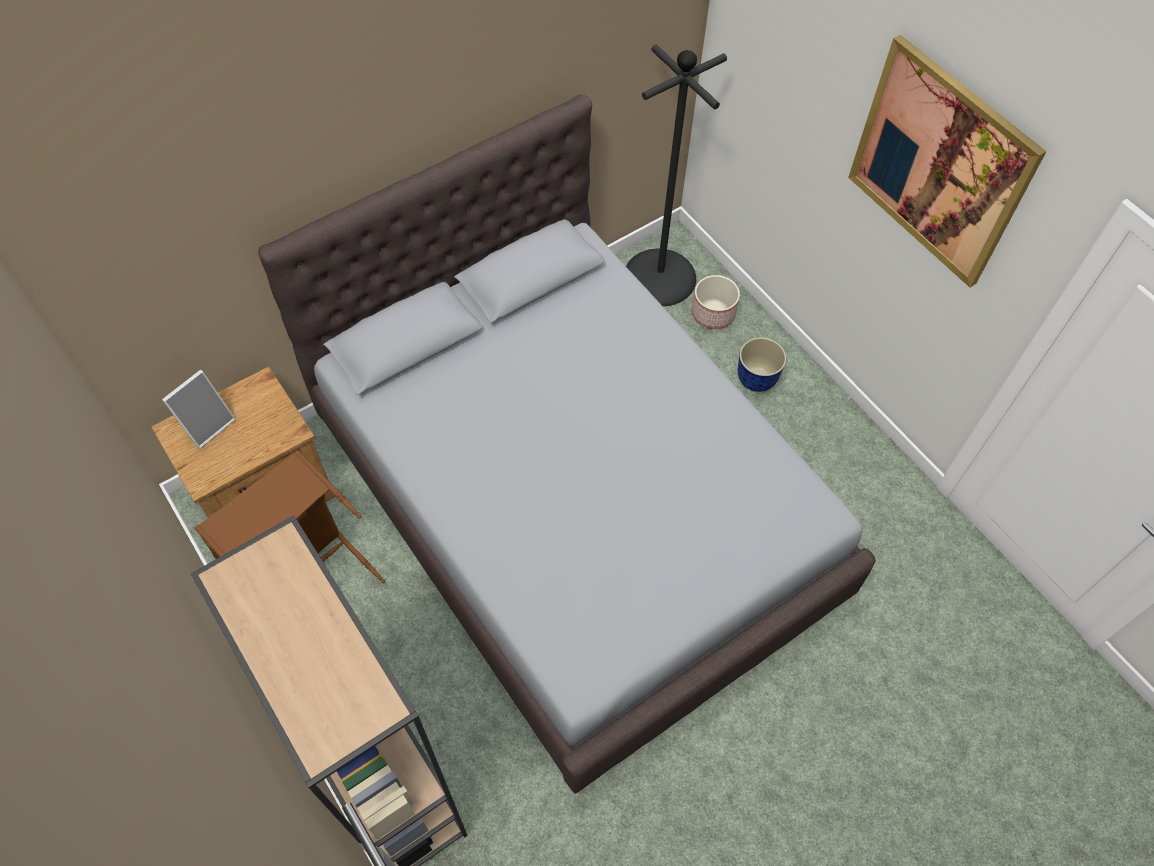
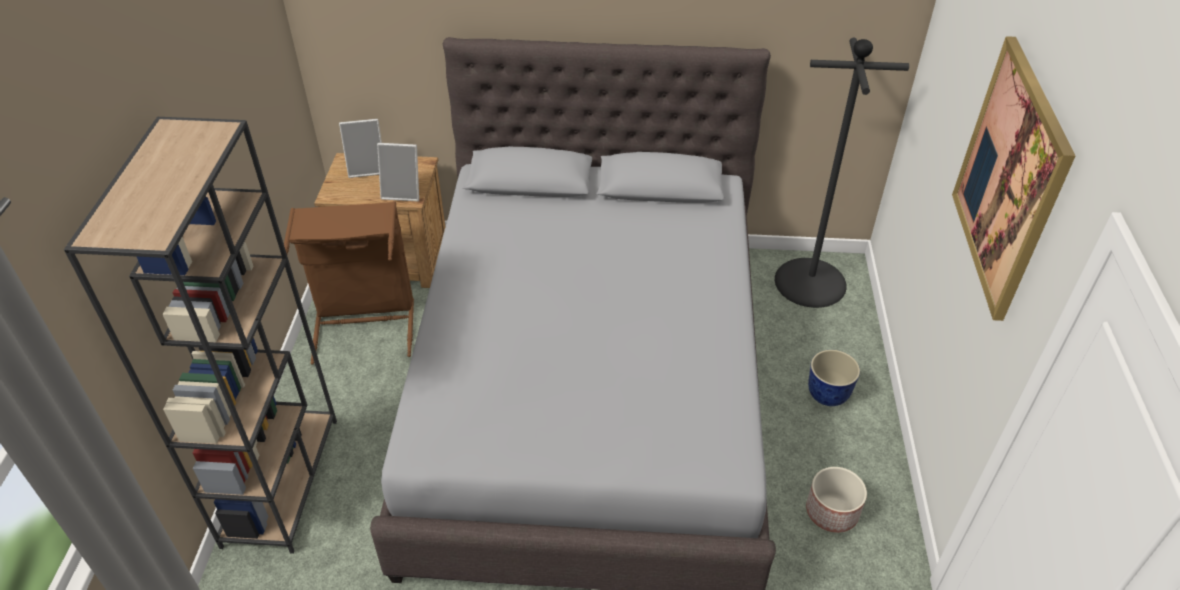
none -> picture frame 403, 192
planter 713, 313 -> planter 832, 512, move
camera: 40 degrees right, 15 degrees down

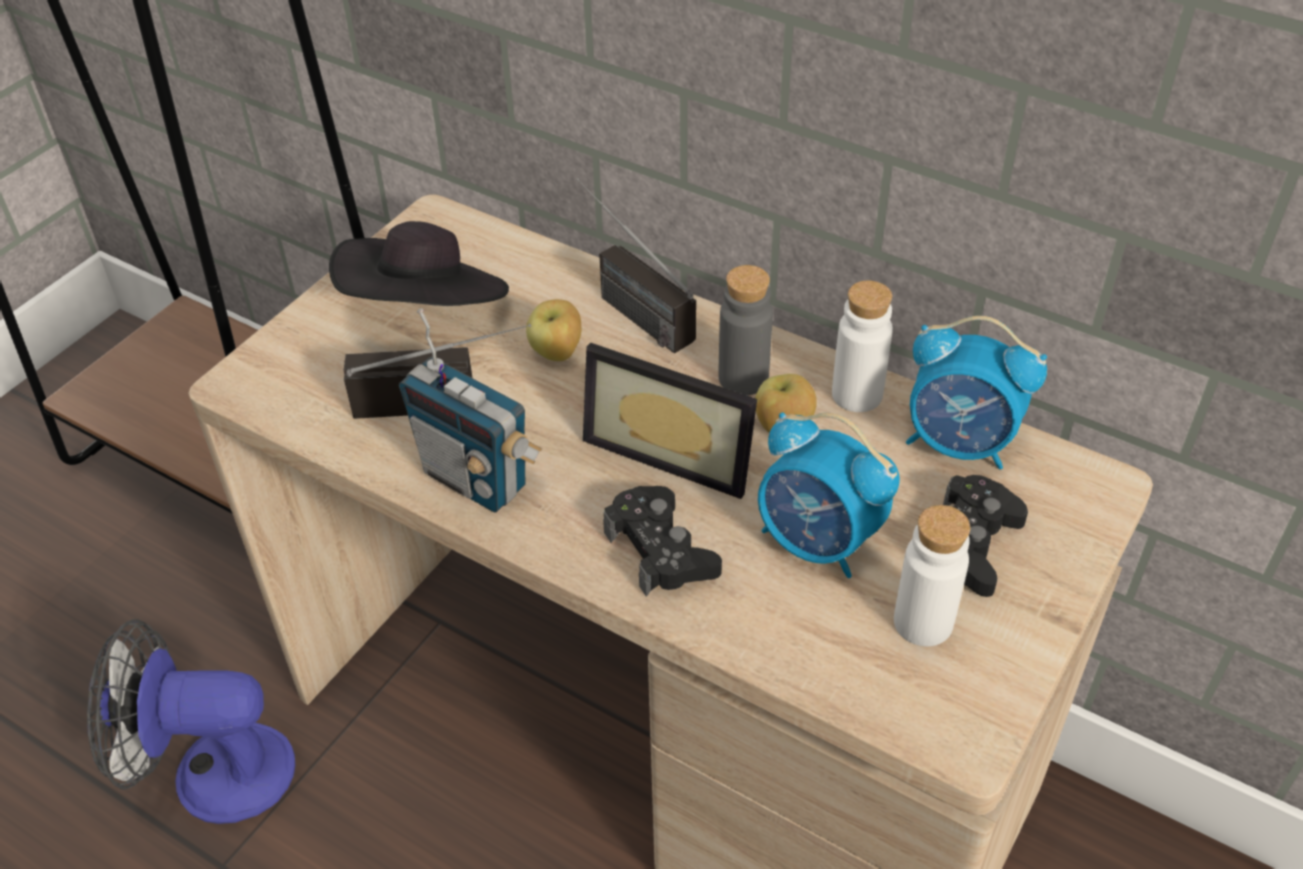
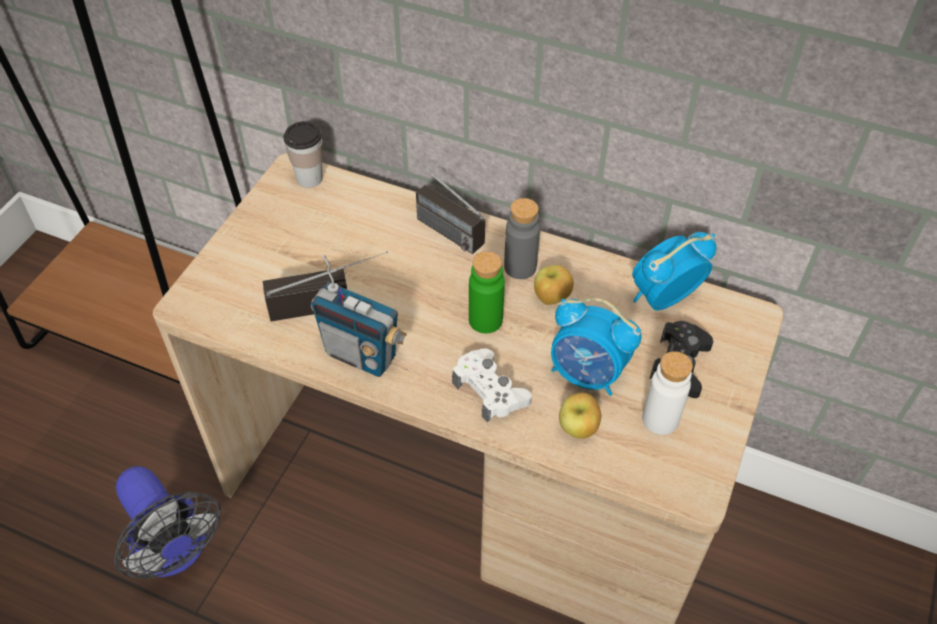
fan 212, 773 -> fan 175, 552, 120 degrees counterclockwise
none -> cup 309, 178
black game controller 661, 550 -> white game controller 490, 390
picture frame 674, 448 -> green bottle 485, 320
apple 557, 353 -> apple 578, 428, move
alarm clock 960, 444 -> alarm clock 663, 298, 135 degrees clockwise
black hat 426, 310 -> none
white bottle 857, 394 -> none
camera: 10 degrees left, 5 degrees up

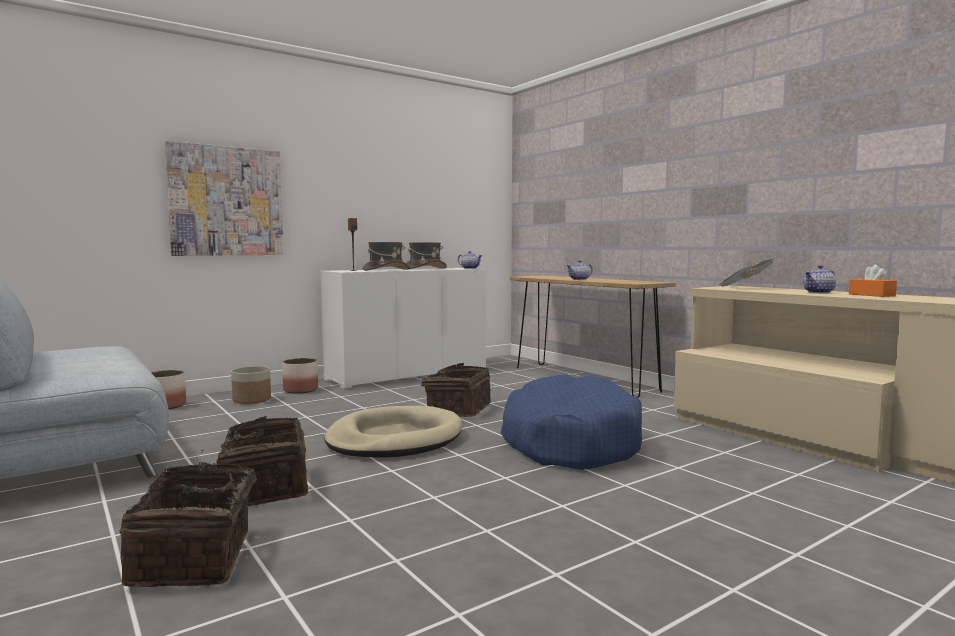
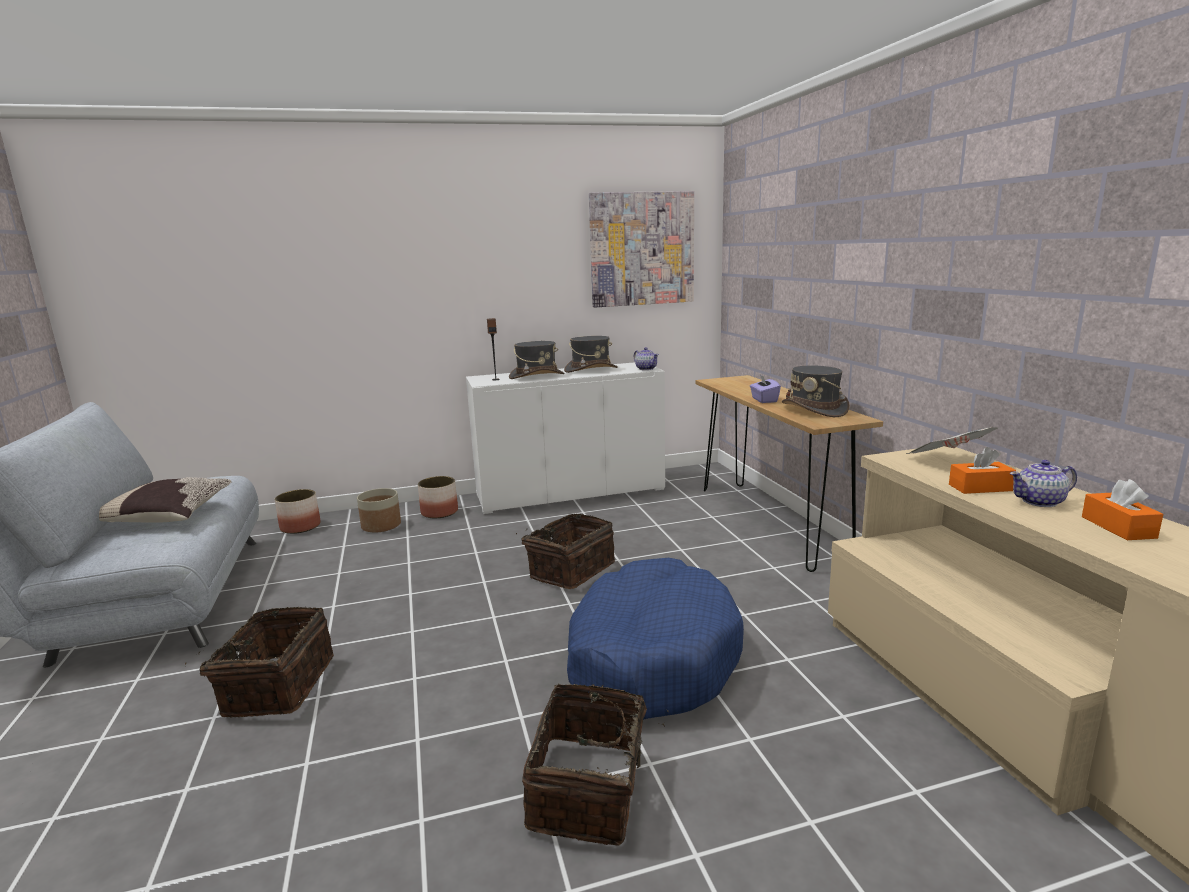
none -> pillow 167, 516
basket 197, 557 -> basket 589, 791, move
picture 226, 201 -> picture 642, 249, move
teapot 579, 279 -> purple tissue box 764, 400
none -> grey hat 814, 410
none -> orange tissue box 980, 488
beige dog bed 394, 439 -> none
camera: 20 degrees right, 10 degrees up

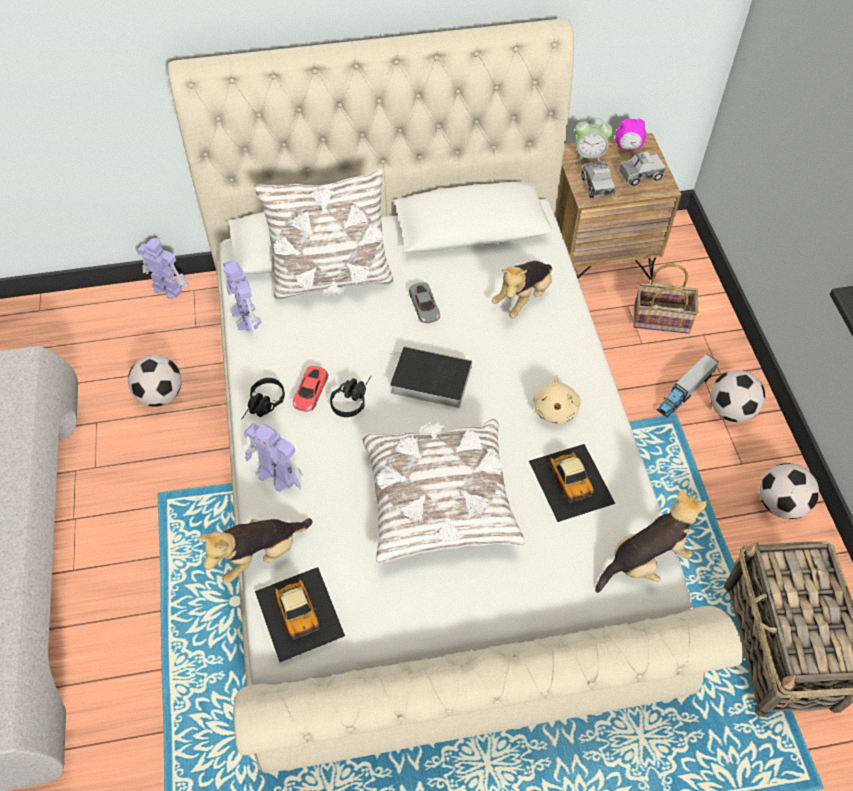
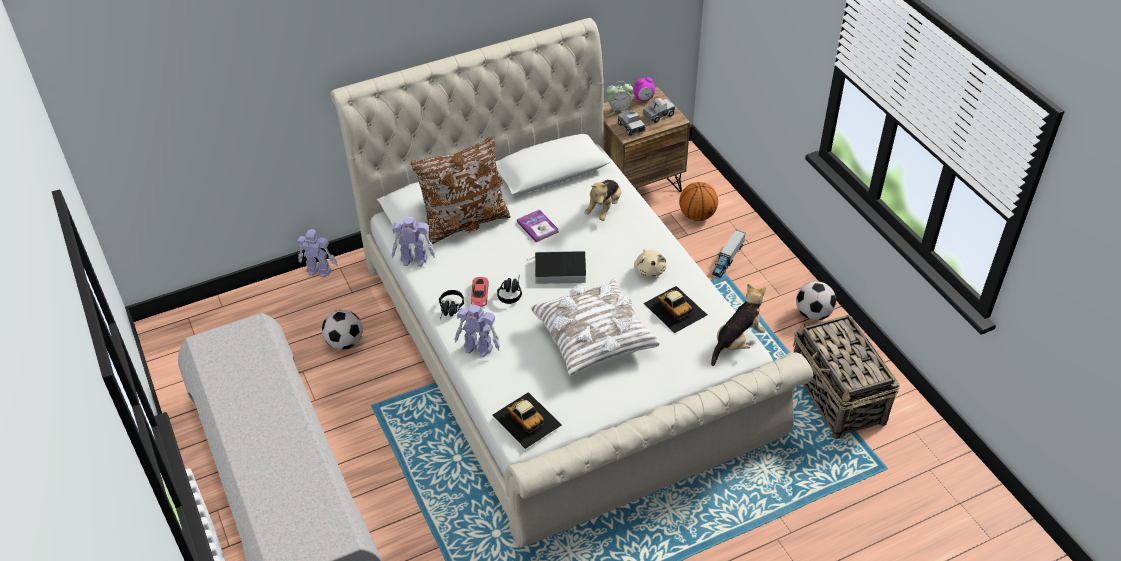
toy robot 246, 318 -> toy robot 414, 260, 45 degrees counterclockwise
white pillow 332, 279 -> brown pillow 465, 223
grey toy car 424, 306 -> book 537, 227
basket 662, 318 -> basketball 697, 216
plush toy 260, 555 -> none
football 730, 410 -> none
camera: 15 degrees left, 10 degrees down

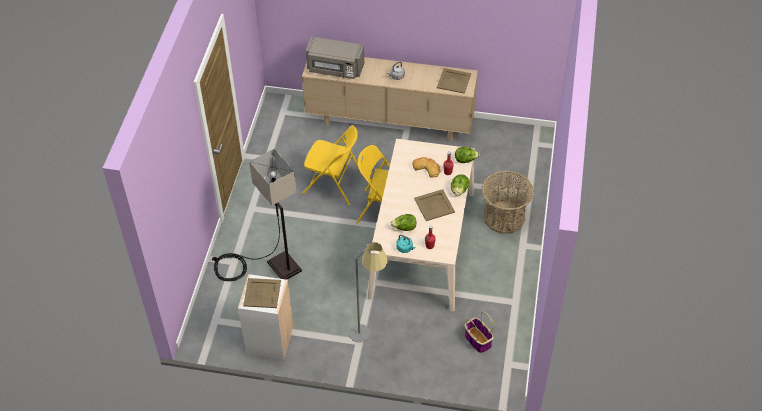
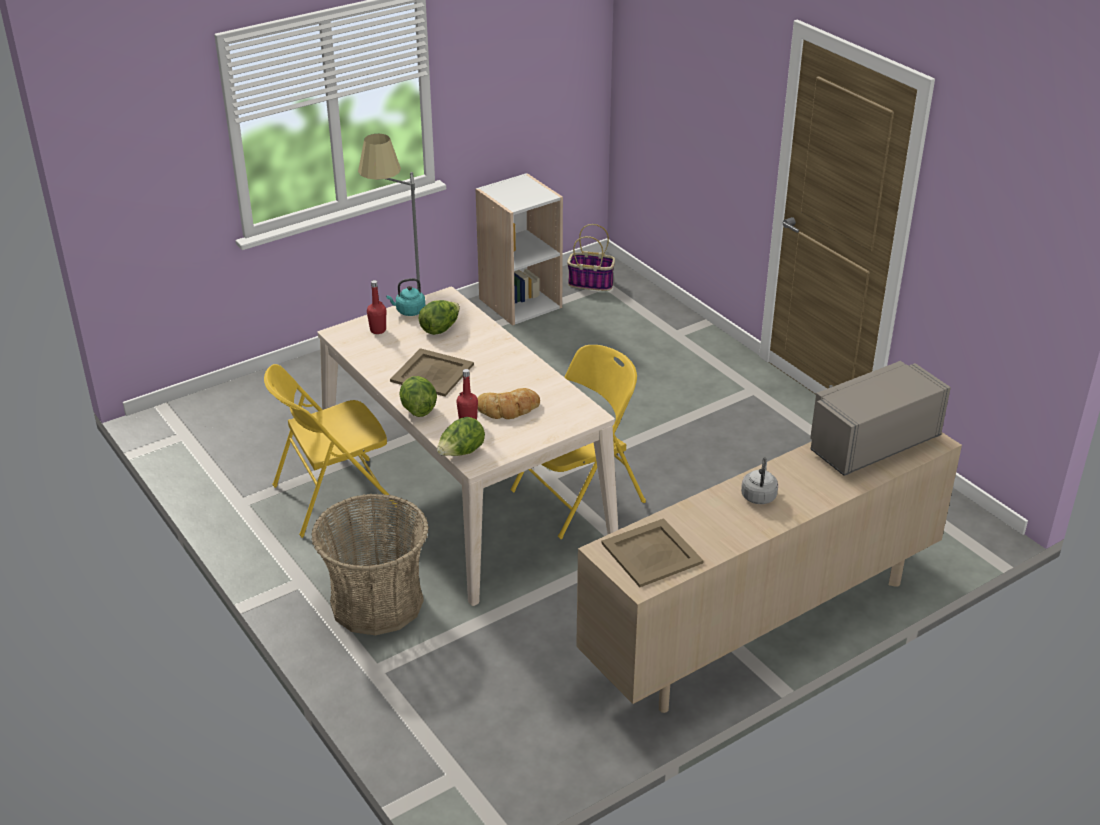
yellow chair 333, 184 -> yellow chair 335, 496, move
basket 477, 340 -> basket 591, 283, move
floor lamp 255, 267 -> none
beige tray 262, 293 -> none
camera: 135 degrees right, 15 degrees down

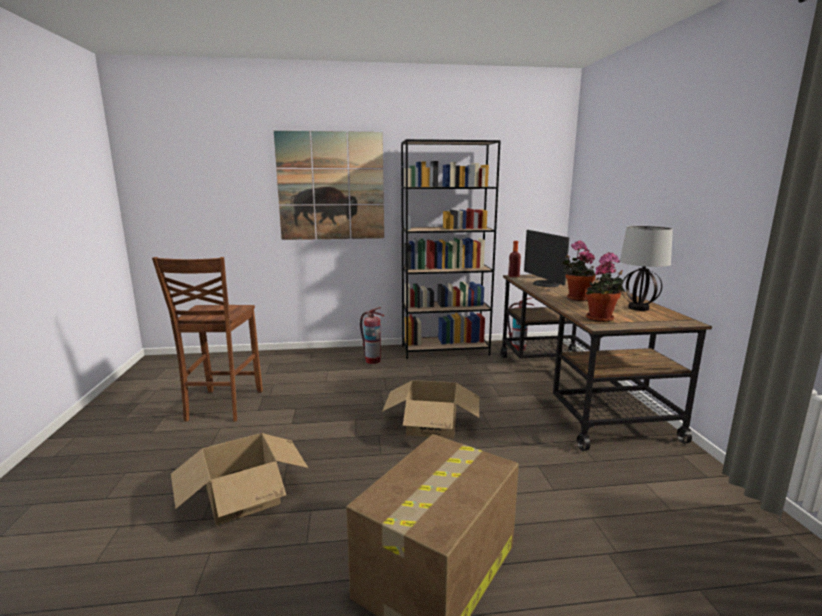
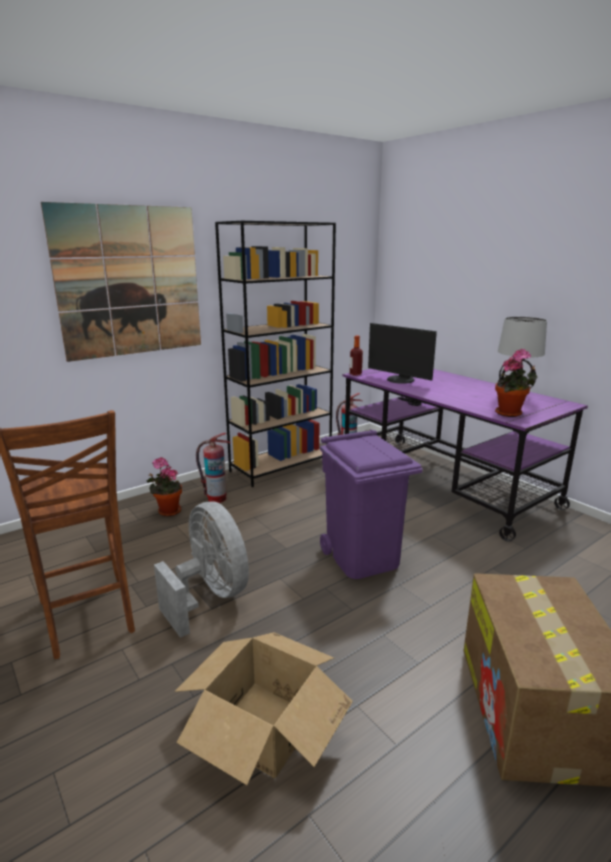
potted plant 576, 298 -> potted plant 167, 511, move
none -> grey fan 210, 596
cardboard box 432, 425 -> purple trash can 363, 557
brown desk 576, 391 -> purple desk 442, 483
camera: 30 degrees left, 5 degrees up

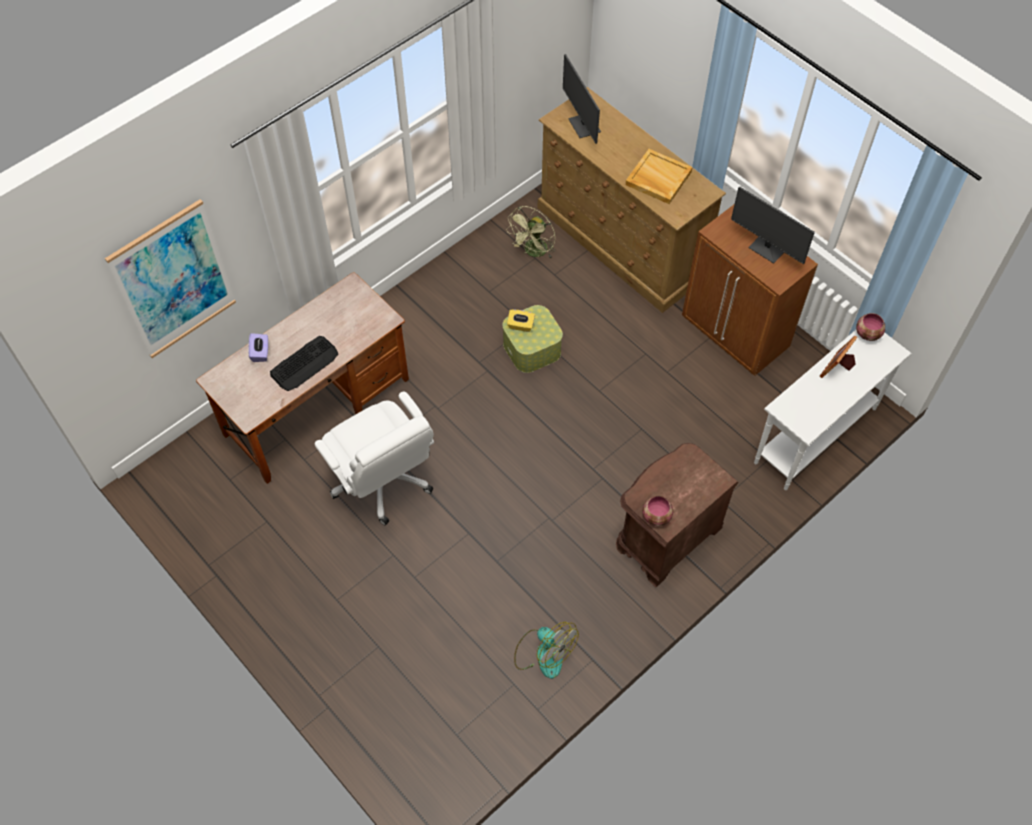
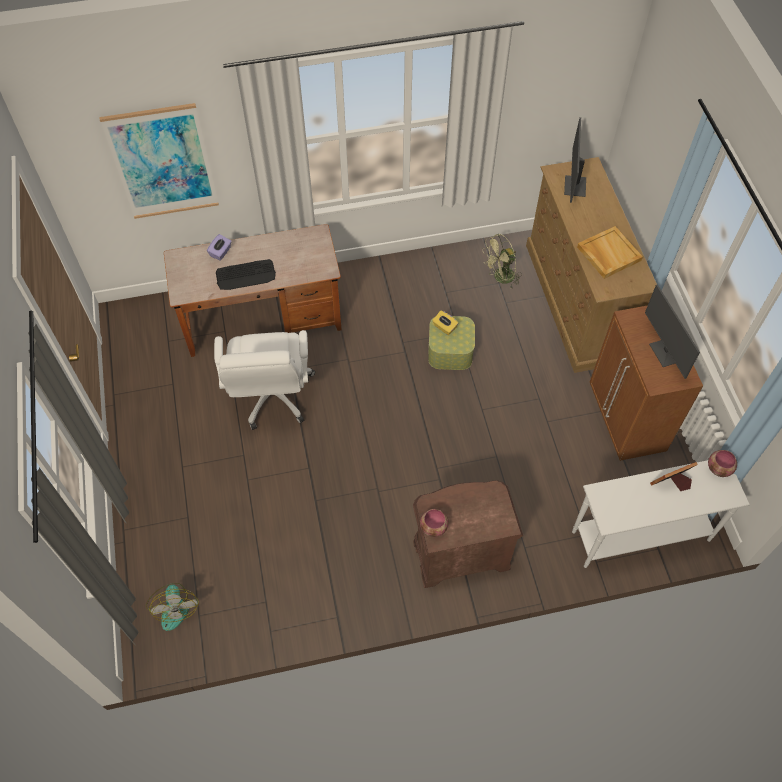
fan 543, 653 -> fan 173, 606, move
camera: 30 degrees right, 0 degrees up

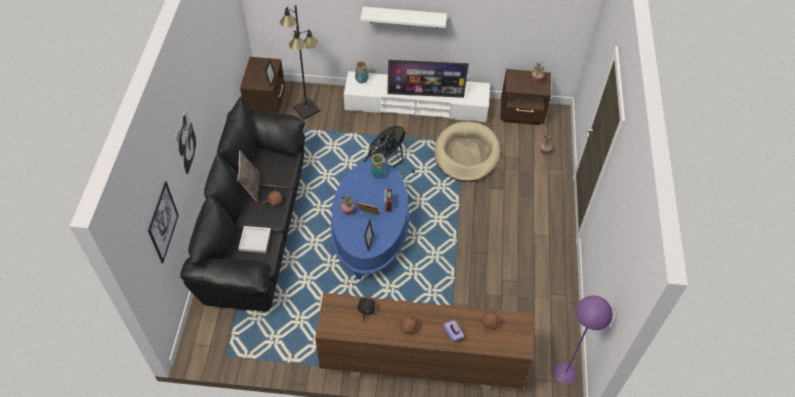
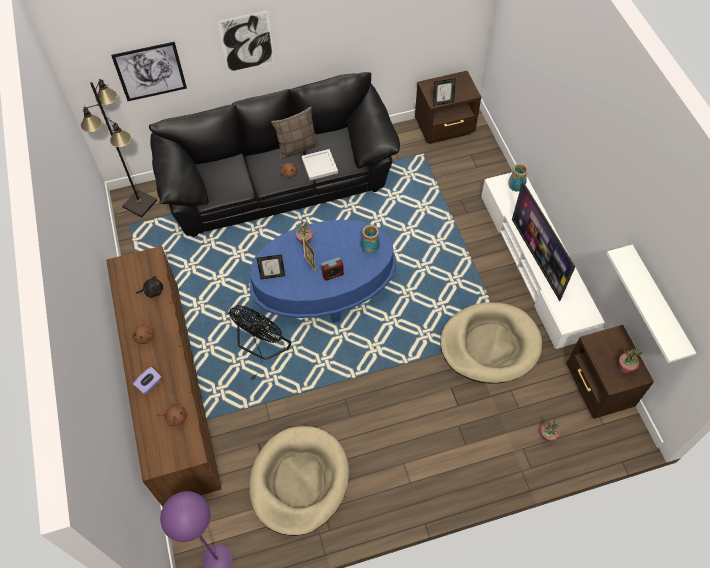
black floor lamp 306, 109 -> black floor lamp 140, 203, move
black fan 391, 162 -> black fan 258, 347, move
none -> beige dog bed 299, 481
white tray 254, 240 -> white tray 320, 165, move
white shelf 404, 17 -> white shelf 658, 304, move
camera: 70 degrees right, 5 degrees up

